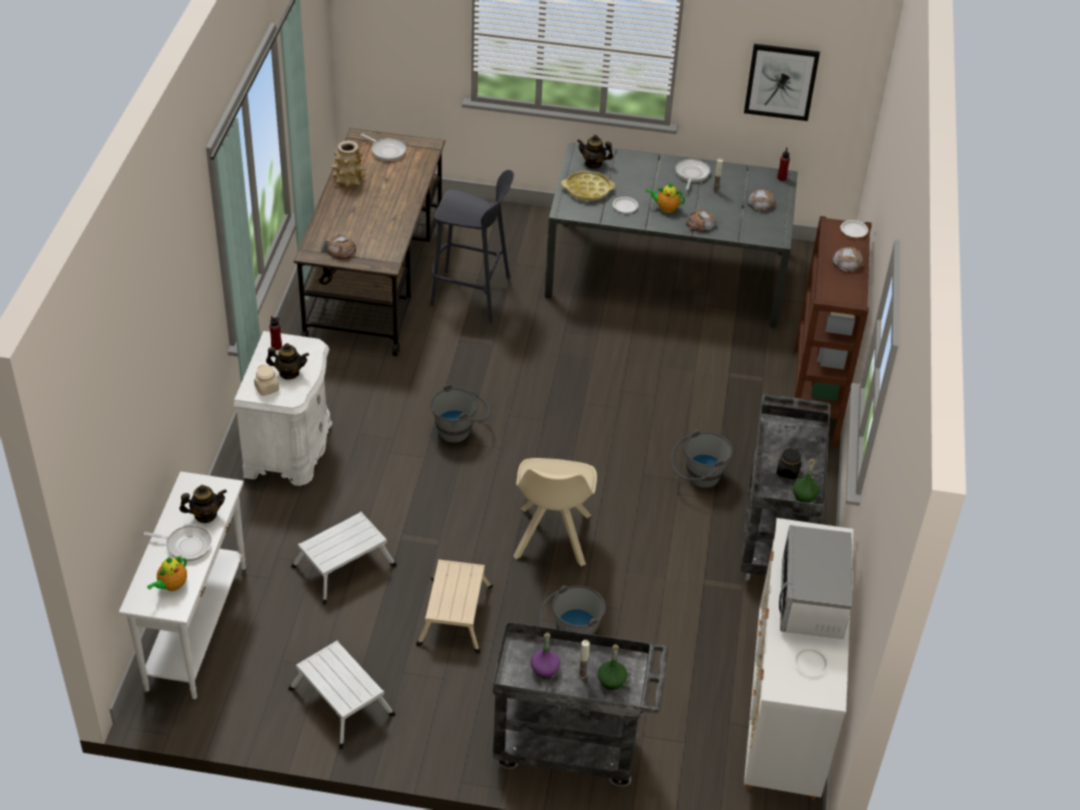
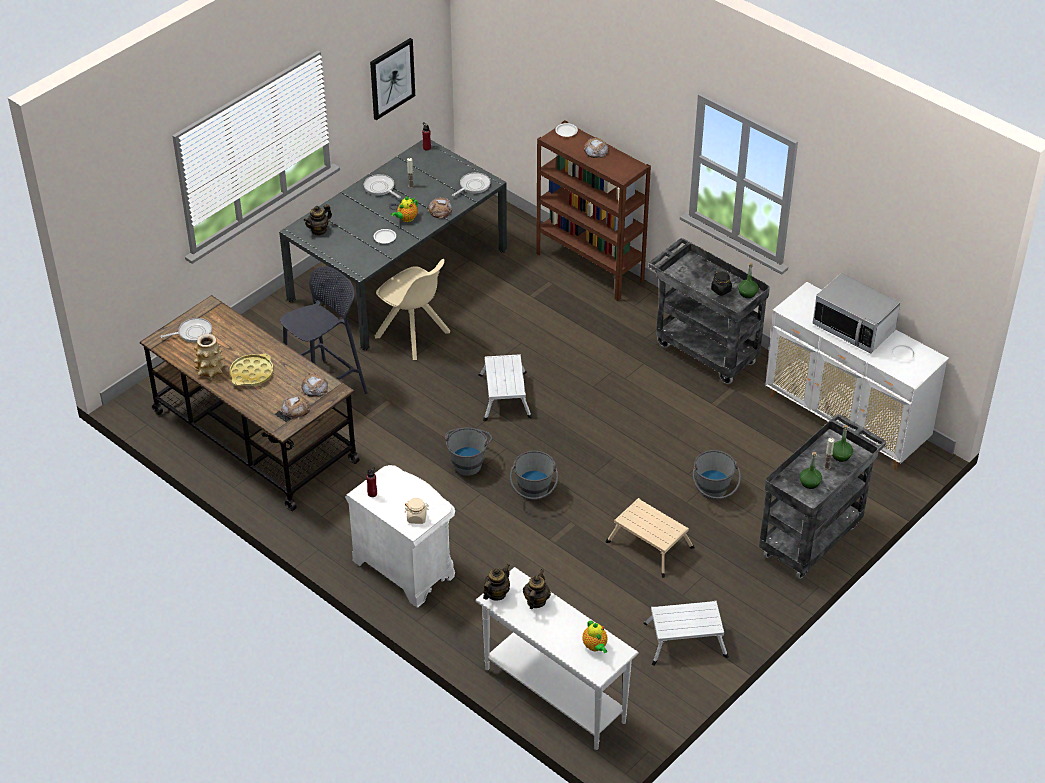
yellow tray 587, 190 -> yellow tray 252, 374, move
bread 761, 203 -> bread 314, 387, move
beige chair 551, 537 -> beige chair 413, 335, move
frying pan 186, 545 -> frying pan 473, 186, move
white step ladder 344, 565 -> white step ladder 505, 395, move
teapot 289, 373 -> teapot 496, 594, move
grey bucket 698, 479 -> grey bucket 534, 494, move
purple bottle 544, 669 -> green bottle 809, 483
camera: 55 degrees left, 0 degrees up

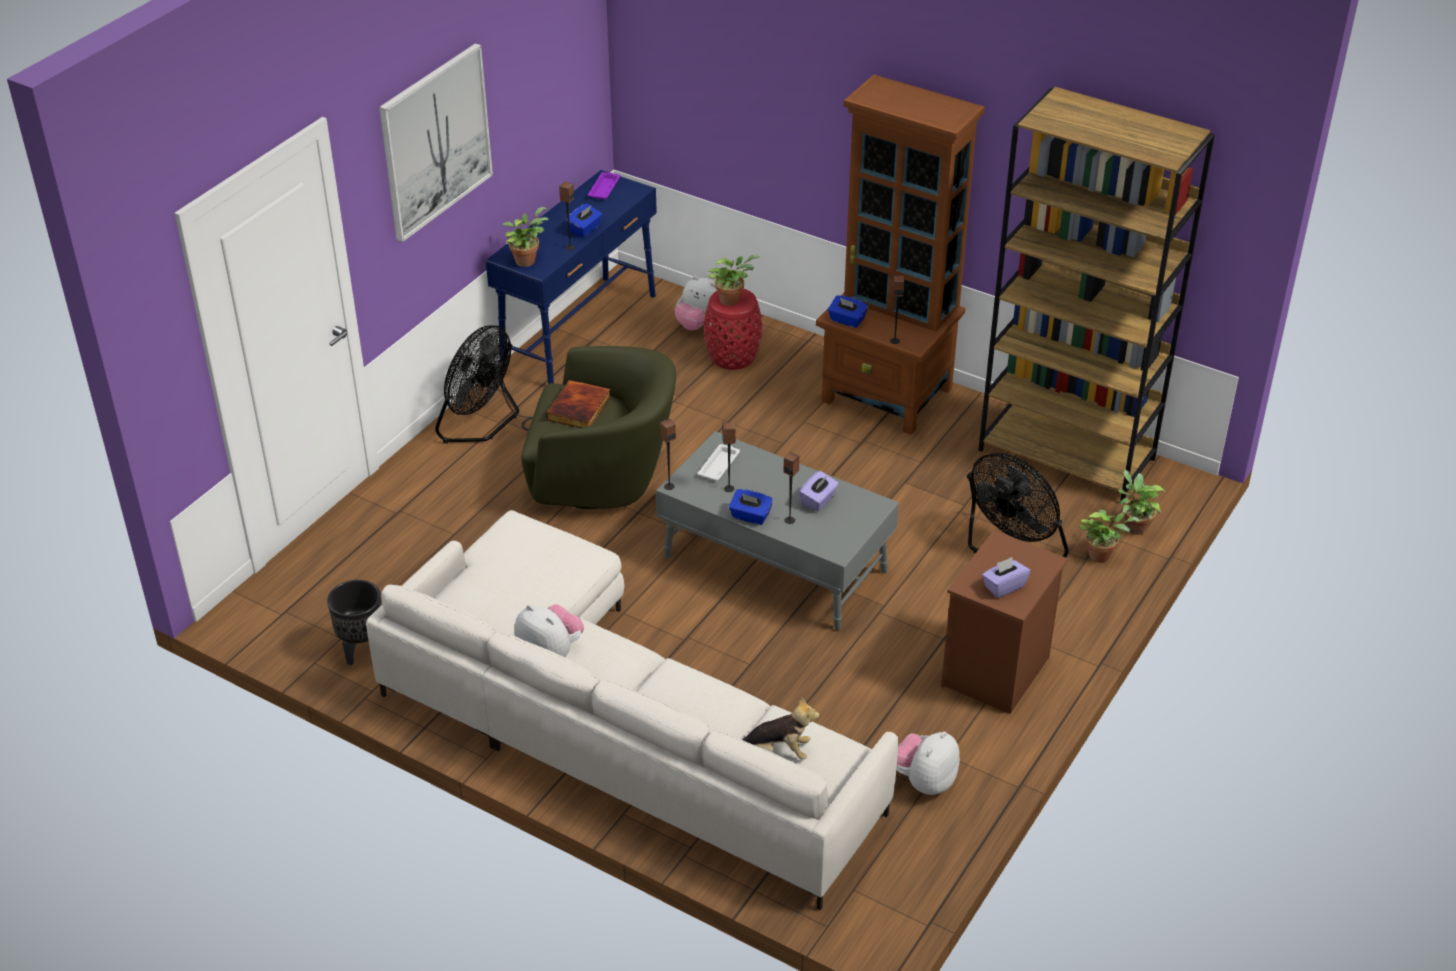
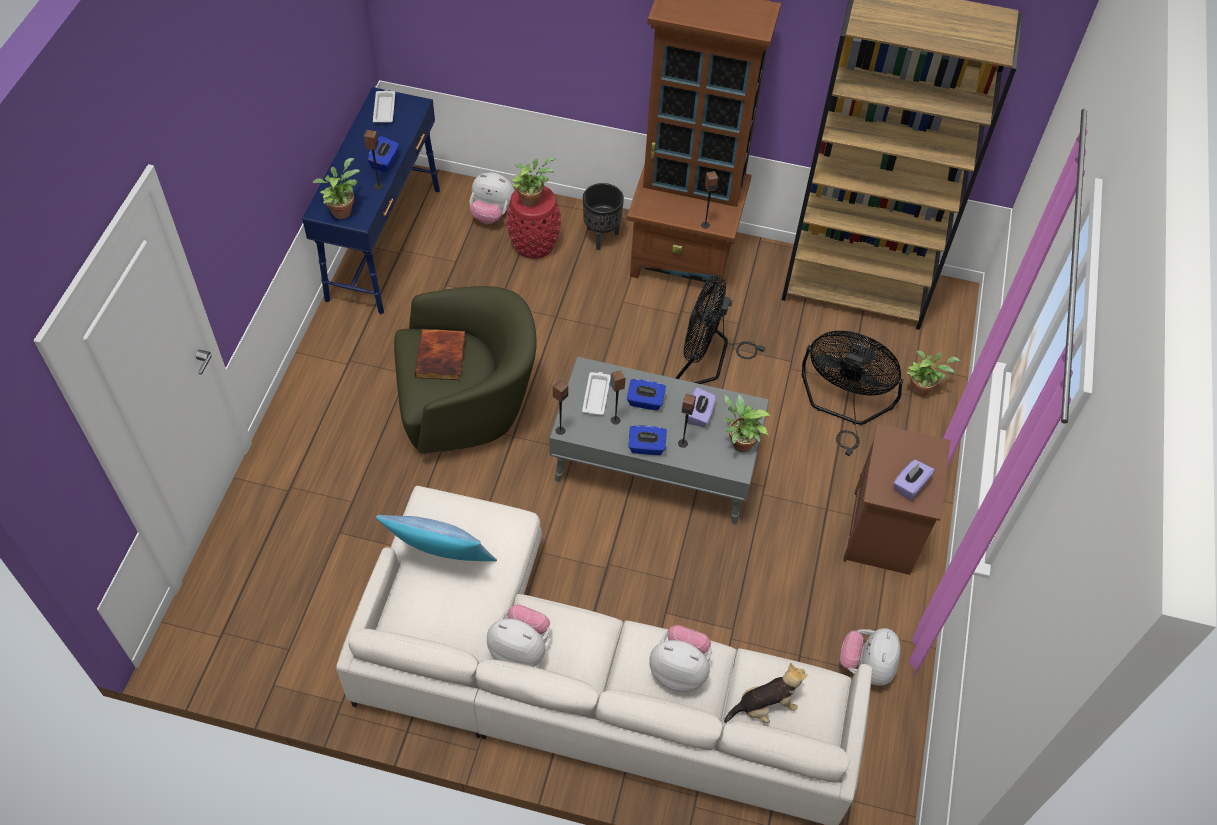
purple tray 604, 188 -> white tray 384, 109
none -> pillow 441, 563
black planter 362, 650 -> black planter 601, 236, move
blue tissue box 847, 320 -> blue tissue box 645, 402, move
none -> plush toy 679, 670
black fan 493, 421 -> black fan 709, 354, move
potted plant 1134, 527 -> potted plant 739, 443, move
picture 435, 141 -> none
camera: 20 degrees left, 15 degrees up

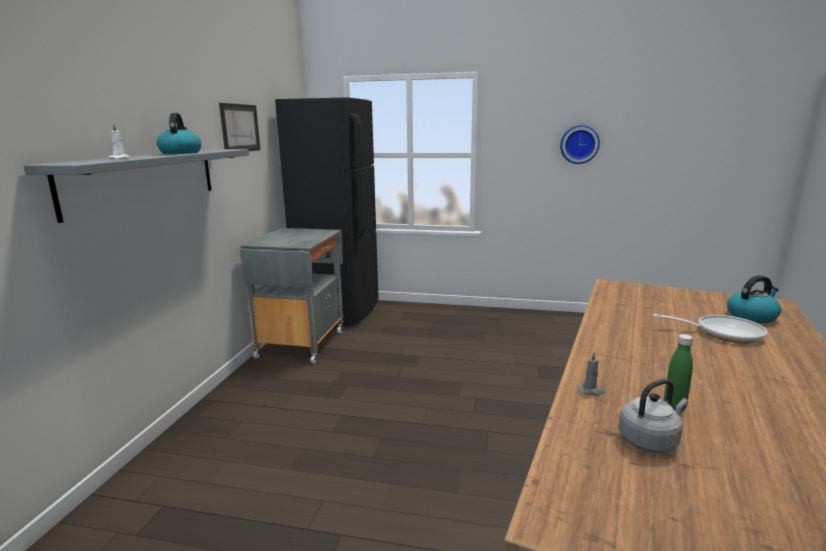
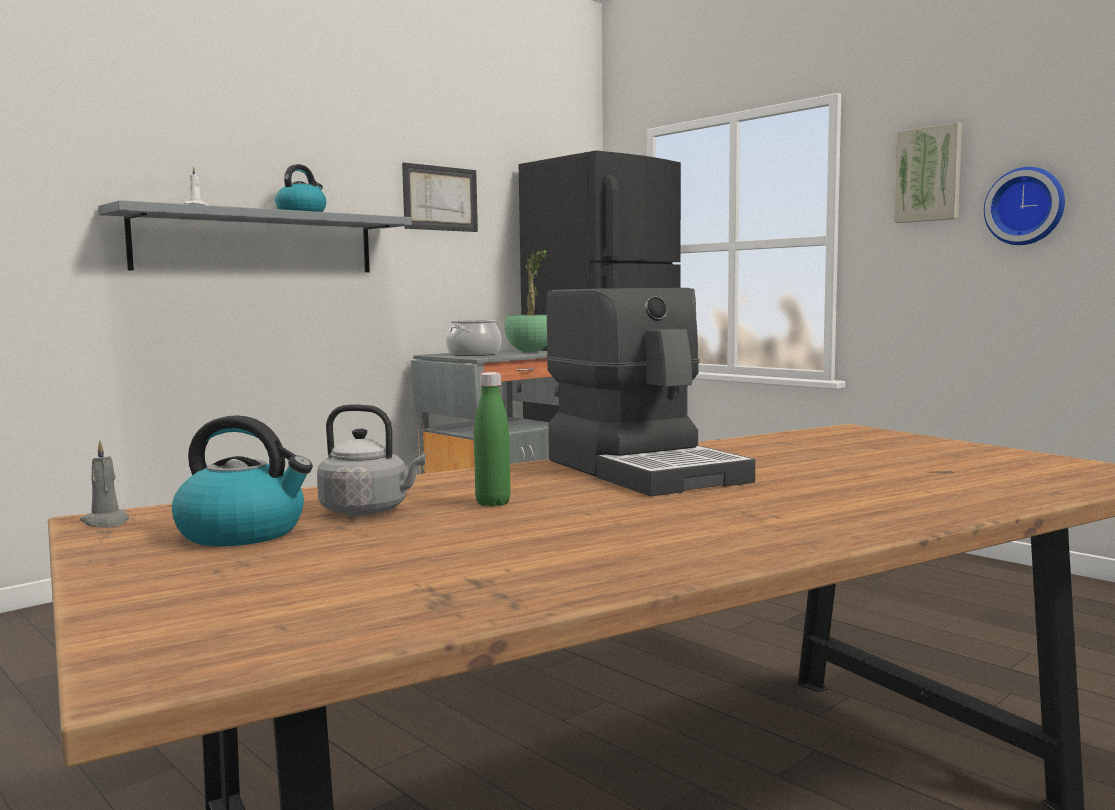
grey candle 591, 391 -> grey candle 106, 522, move
kettle 751, 316 -> kettle 244, 533, move
none -> cooking pot 474, 354
none -> potted plant 530, 352
none -> coffee machine 645, 470
none -> picture 929, 174
frying pan 723, 333 -> none
camera: 35 degrees right, 10 degrees down

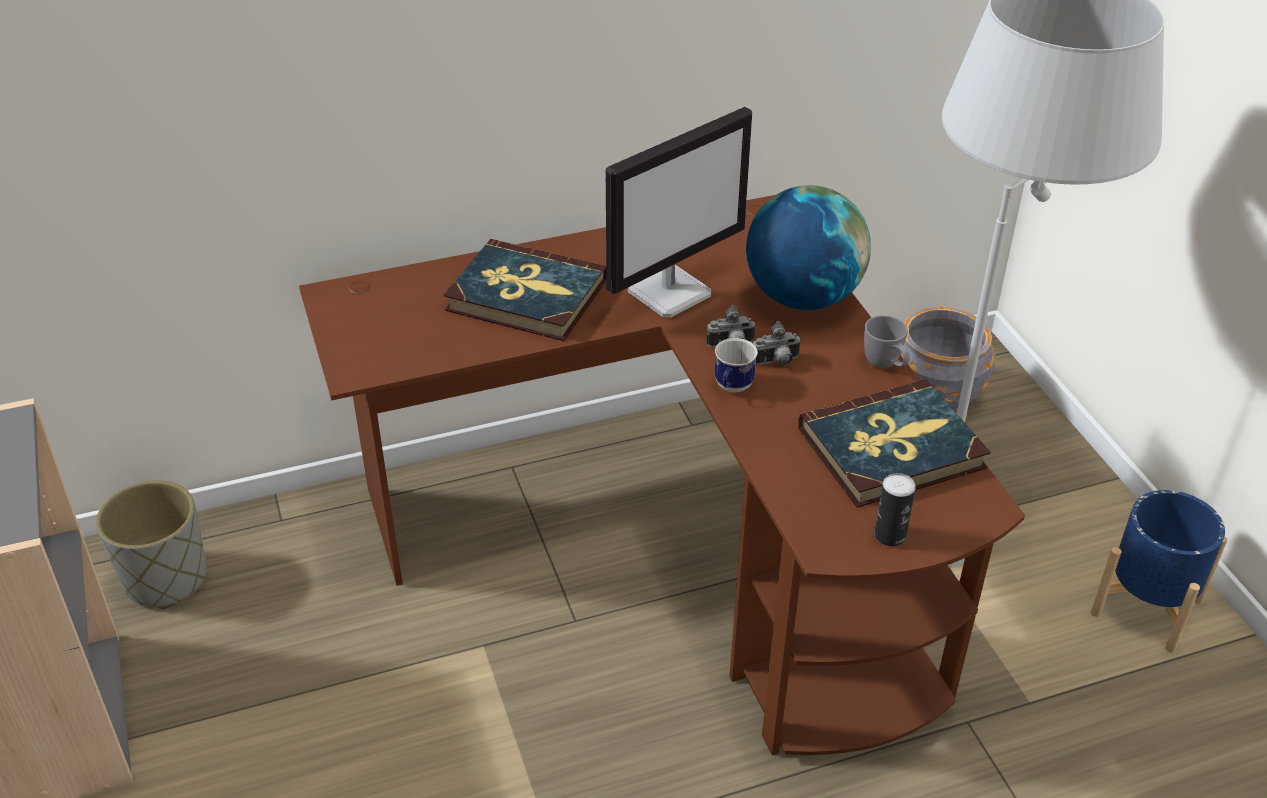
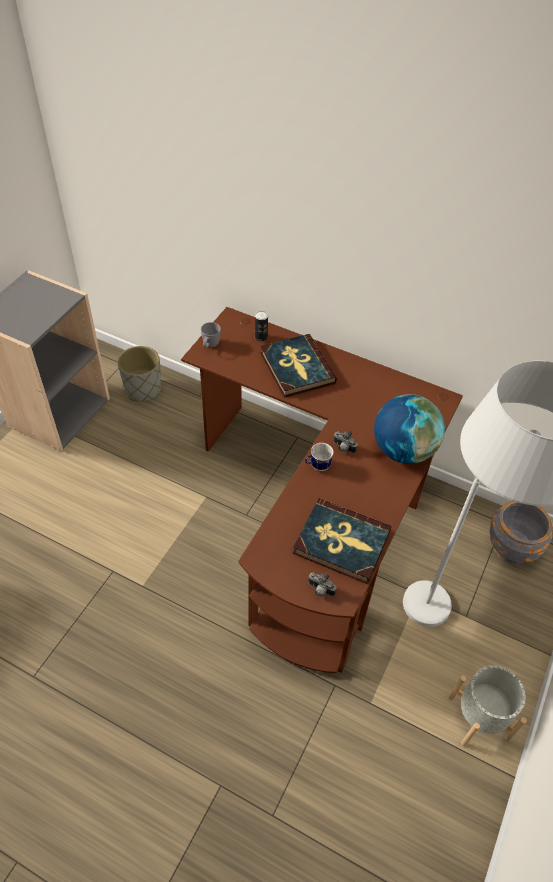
grey mug 886, 366 -> grey mug 210, 346, move
can 890, 535 -> can 261, 337, move
photo camera 776, 362 -> photo camera 320, 590, move
blue planter 1146, 606 -> grey planter 479, 717
monitor 670, 292 -> none
camera: 45 degrees right, 10 degrees up

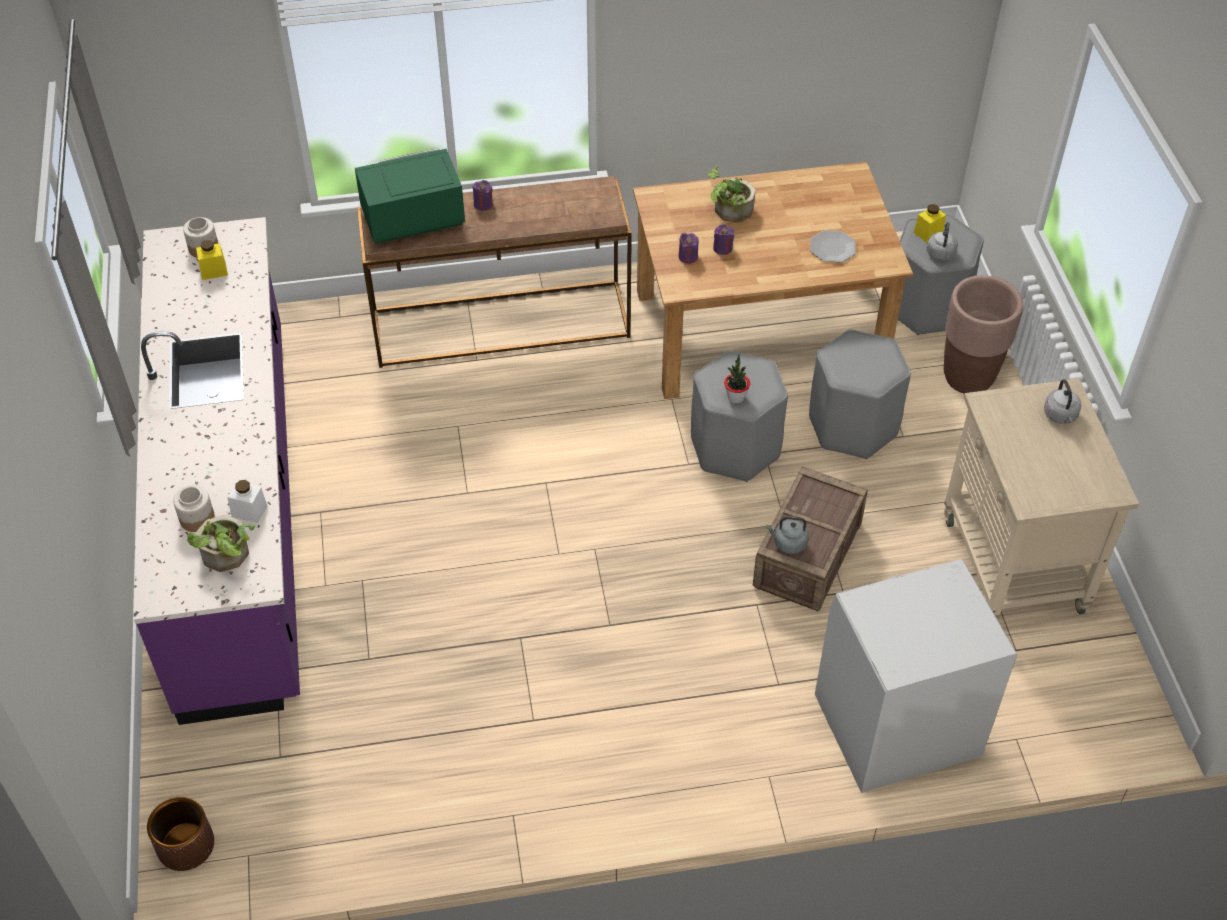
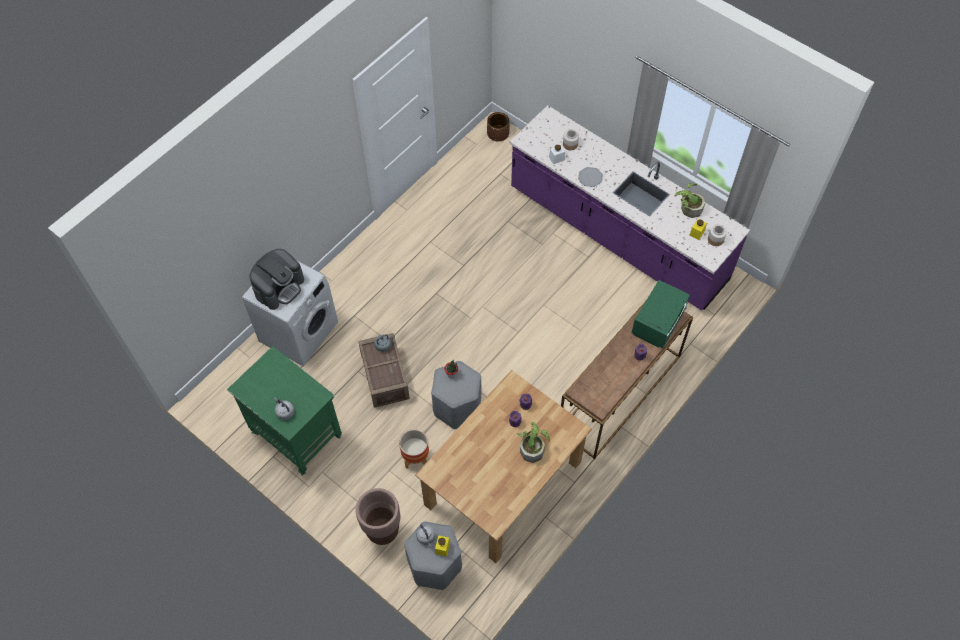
beige cart 1012, 567 -> green cart 296, 434
none -> coffee machine 279, 287
grey stool 852, 426 -> planter 416, 458
plate 832, 248 -> plate 590, 177, move
potted plant 227, 558 -> potted plant 688, 208, move
camera: 140 degrees right, 10 degrees up

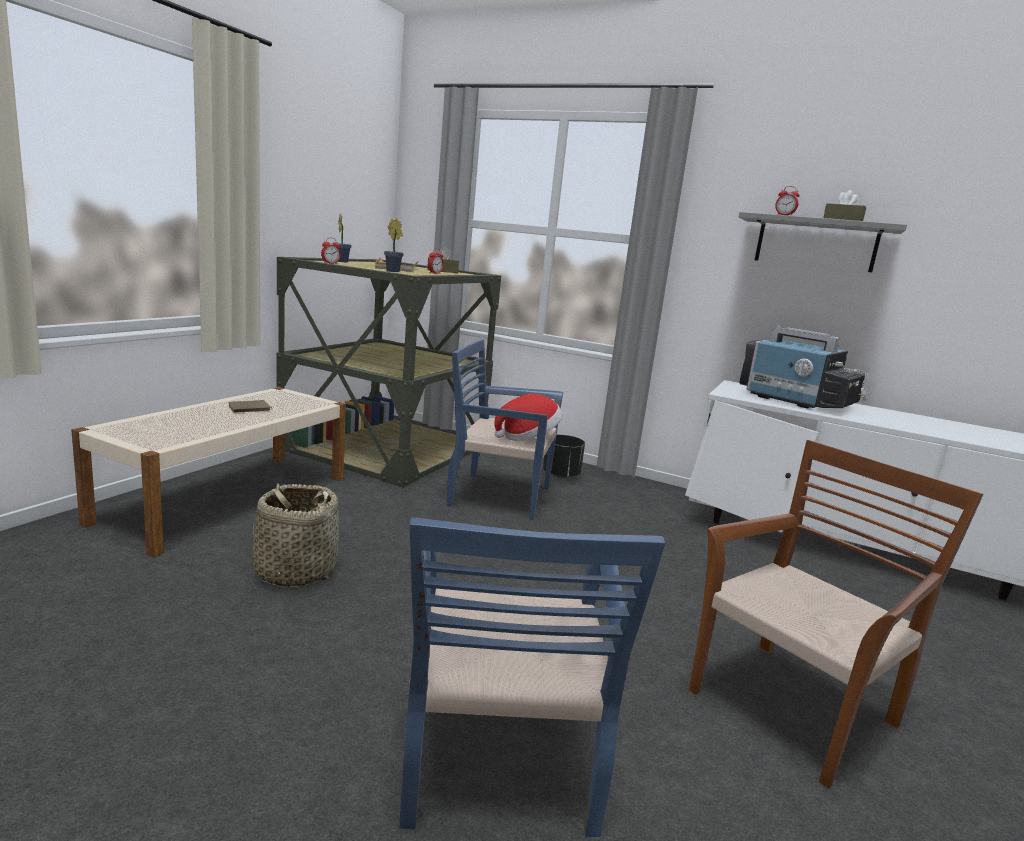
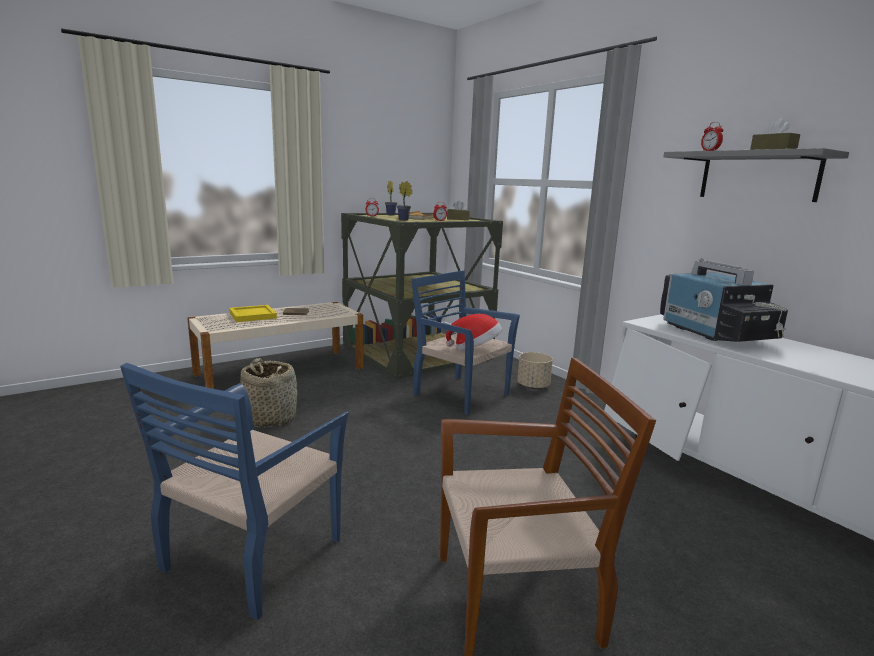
none -> yellow tray 252, 315
black planter 561, 475 -> beige planter 533, 386
camera: 30 degrees right, 0 degrees up

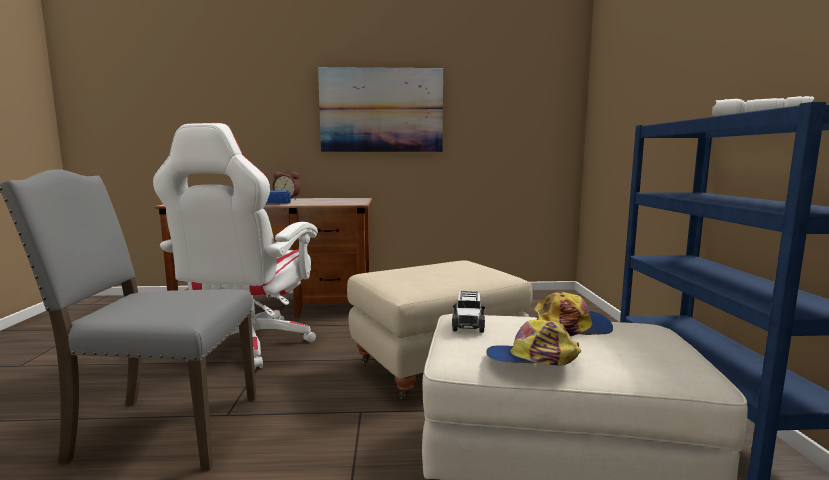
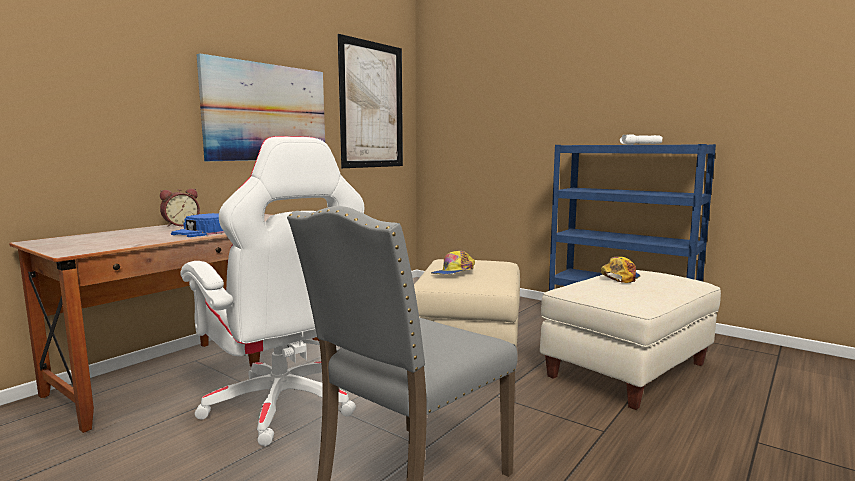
none -> picture 372, 105
cap 532, 359 -> cap 453, 272, move
toy car 468, 324 -> none
camera: 50 degrees left, 0 degrees up

